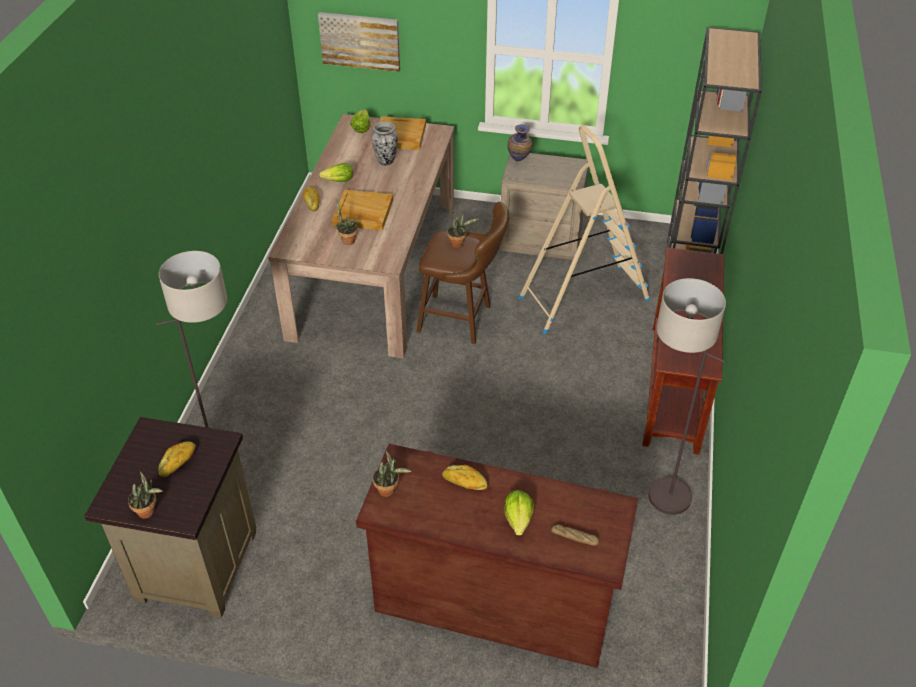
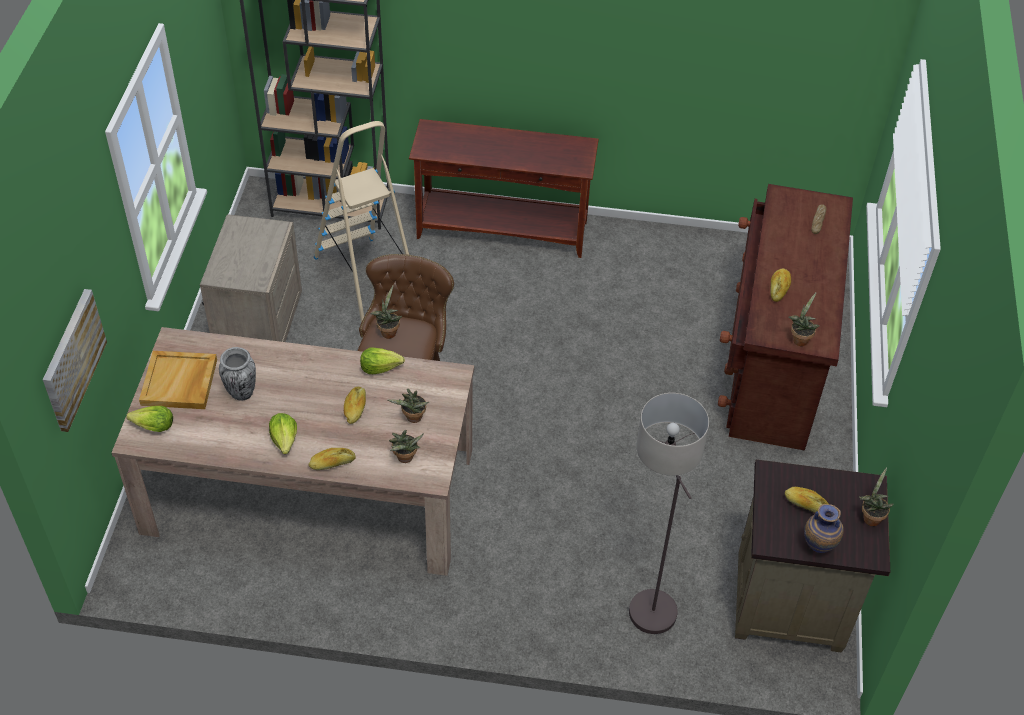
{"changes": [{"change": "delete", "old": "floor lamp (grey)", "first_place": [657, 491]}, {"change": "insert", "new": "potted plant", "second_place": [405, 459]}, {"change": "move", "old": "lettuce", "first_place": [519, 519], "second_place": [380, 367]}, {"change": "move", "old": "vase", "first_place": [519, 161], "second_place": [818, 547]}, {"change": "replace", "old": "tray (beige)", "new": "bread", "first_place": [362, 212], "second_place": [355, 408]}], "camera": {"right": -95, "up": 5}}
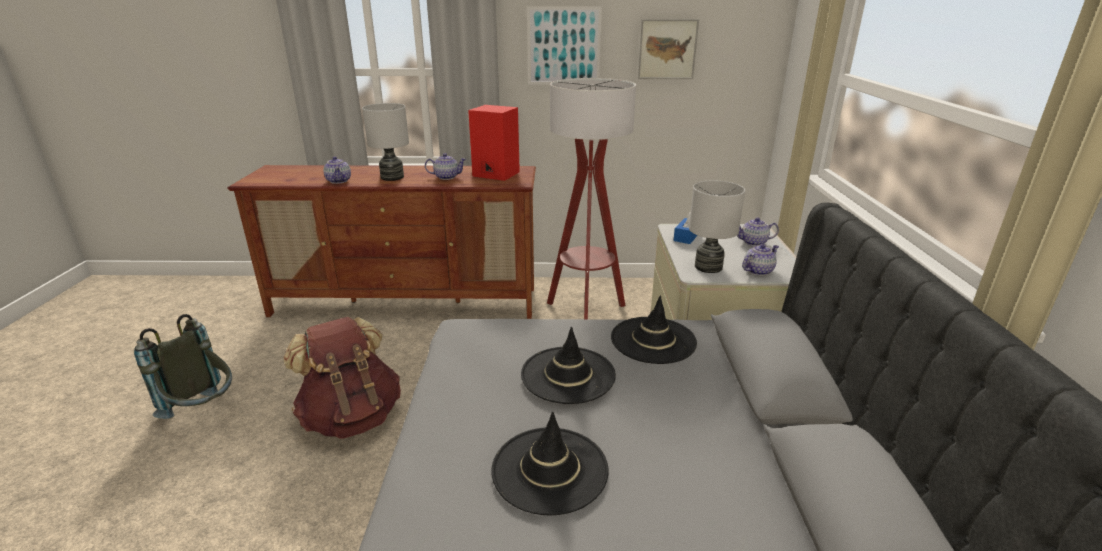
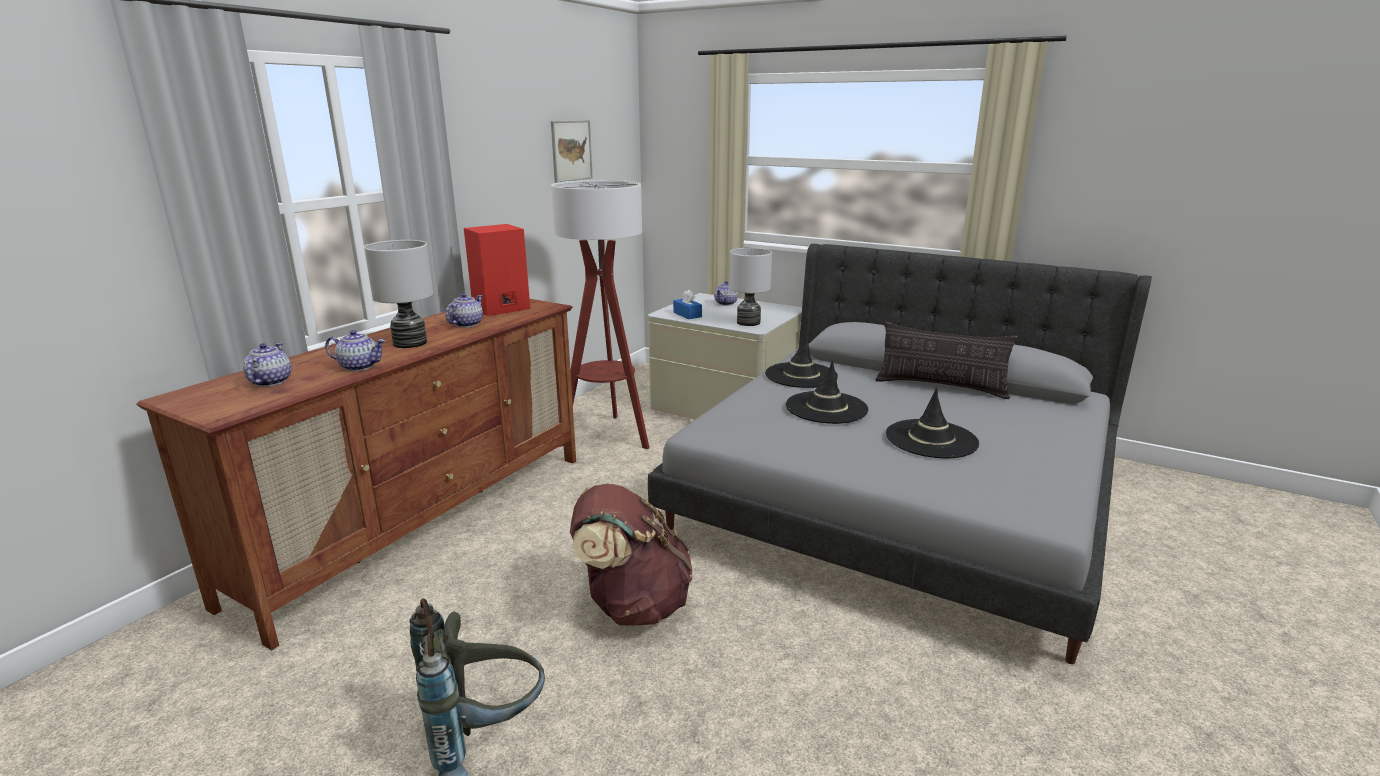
{"changes": [{"change": "delete", "old": "picture", "first_place": [563, 46]}, {"change": "insert", "new": "pillow", "second_place": [941, 387]}, {"change": "move", "old": "teapot", "first_place": [757, 271], "second_place": [270, 382]}], "camera": {"right": -60, "up": -5}}
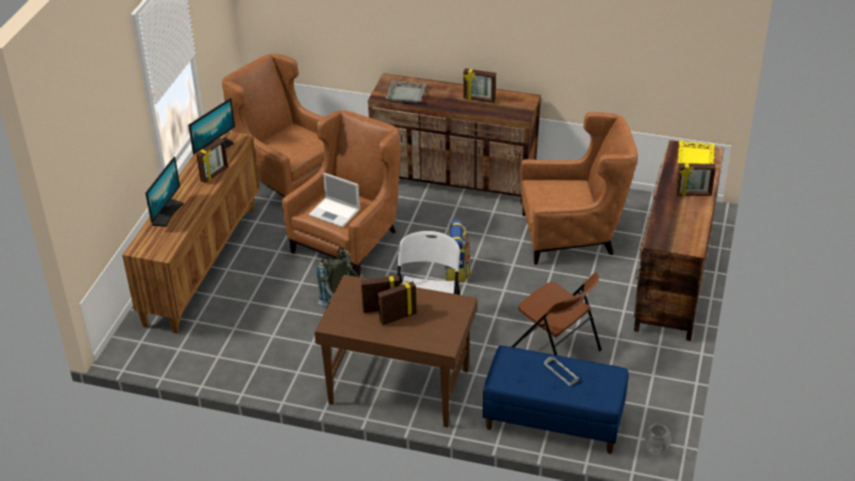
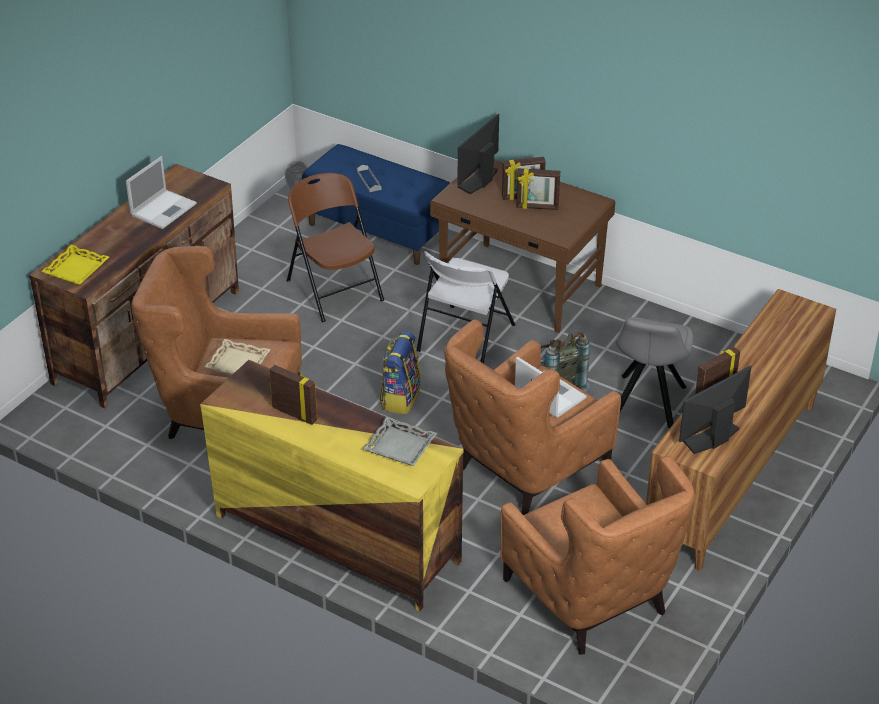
{"changes": [{"change": "delete", "old": "picture frame", "first_place": [693, 194]}, {"change": "insert", "new": "laptop", "second_place": [164, 209]}, {"change": "insert", "new": "tray (beige)", "second_place": [238, 363]}, {"change": "insert", "new": "chair (grey)", "second_place": [648, 402]}, {"change": "move", "old": "monitor", "first_place": [166, 213], "second_place": [479, 180]}, {"change": "recolor", "old": "cabinet (brown)", "new": "cabinet (yellow)", "first_place": [454, 179], "second_place": [336, 536]}], "camera": {"right": -165, "up": 0}}
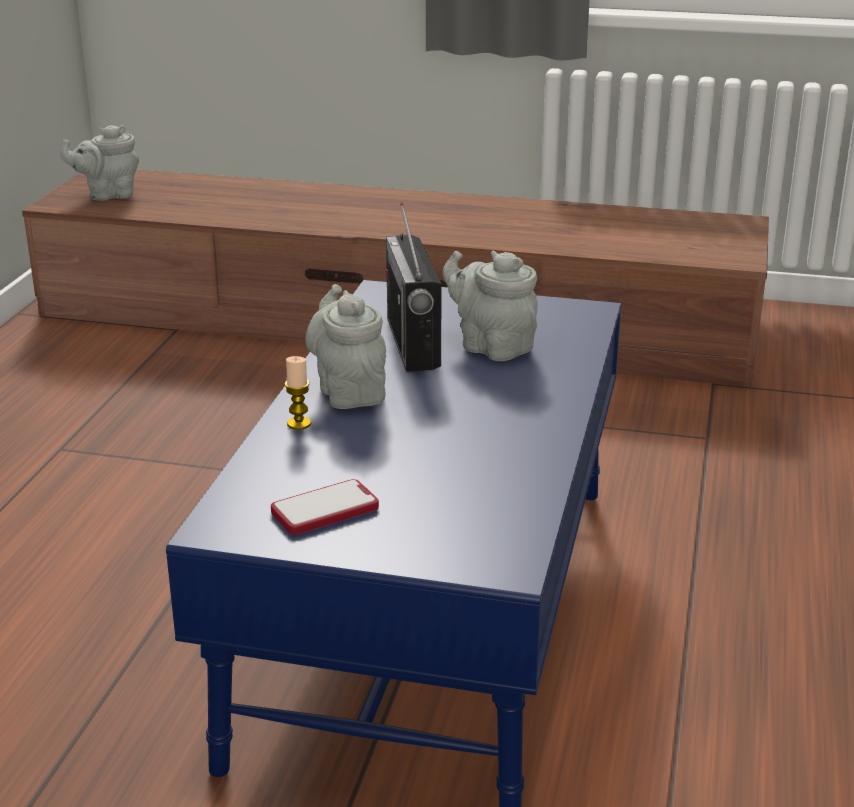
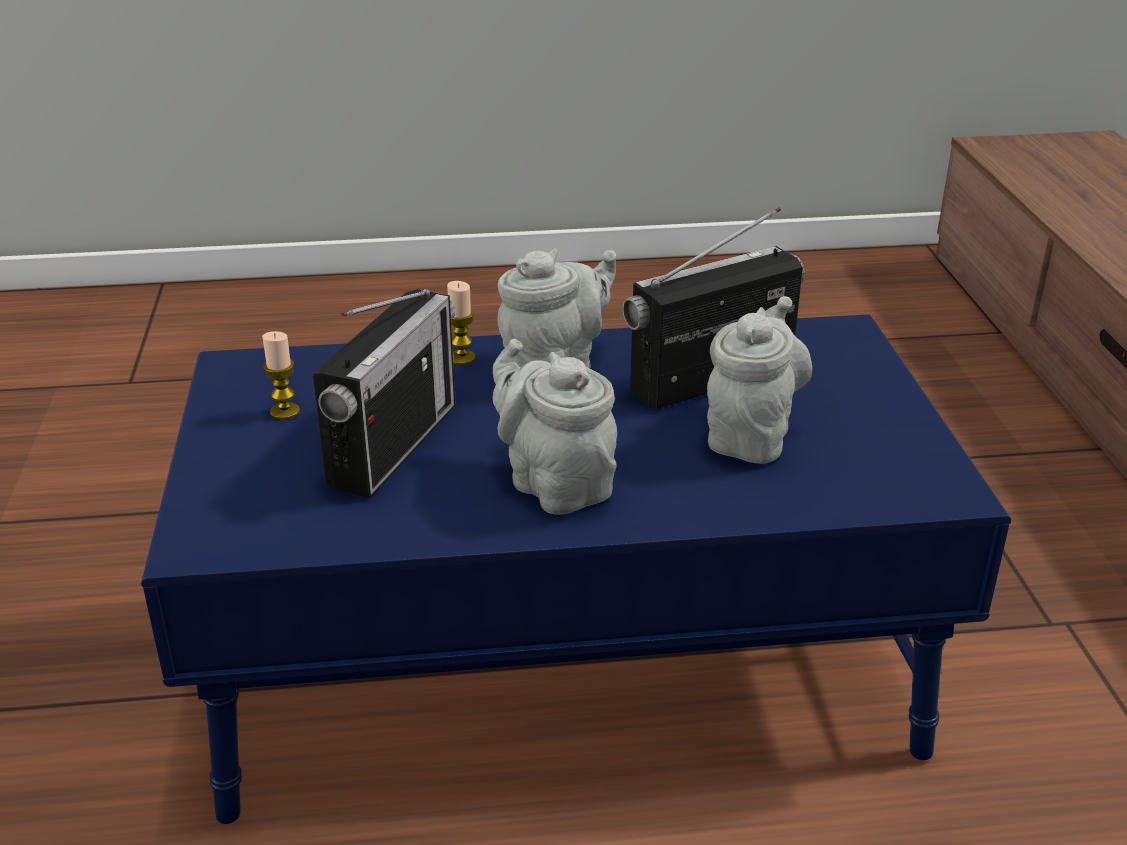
{"changes": [{"change": "insert", "new": "radio", "second_place": [394, 445]}, {"change": "move", "old": "teapot (grey)", "first_place": [108, 195], "second_place": [555, 483]}, {"change": "replace", "old": "phone", "new": "candle", "first_place": [325, 510], "second_place": [285, 412]}], "camera": {"right": 70, "up": 5}}
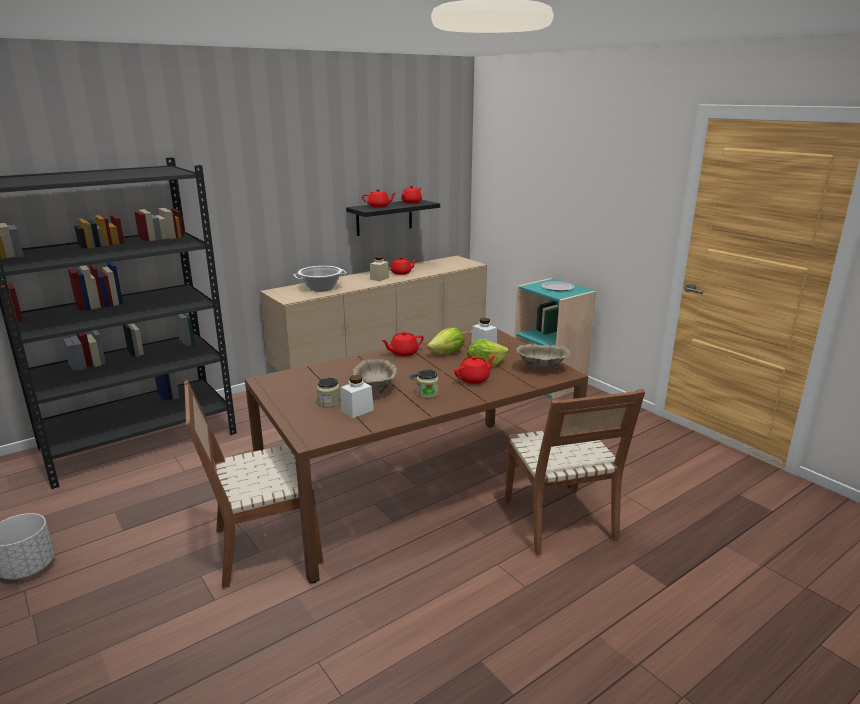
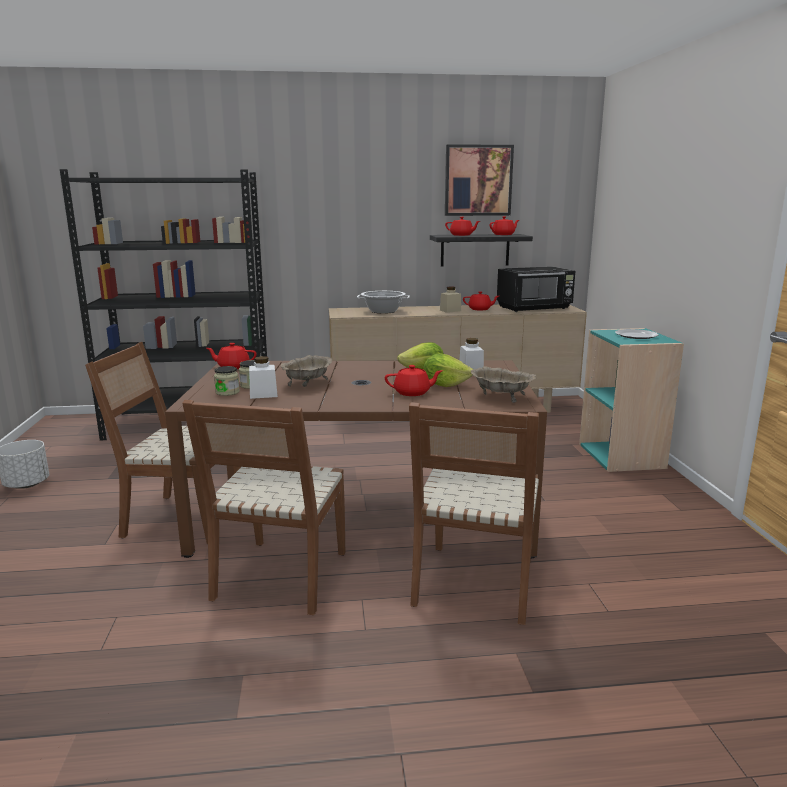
{"changes": [{"change": "insert", "new": "chair", "second_place": [279, 580]}, {"change": "insert", "new": "picture", "second_place": [478, 180]}, {"change": "insert", "new": "microwave (black)", "second_place": [535, 308]}, {"change": "move", "old": "teapot (red)", "first_place": [403, 353], "second_place": [233, 367]}, {"change": "move", "old": "jar", "first_place": [427, 394], "second_place": [227, 392]}], "camera": {"right": 30, "up": -5}}
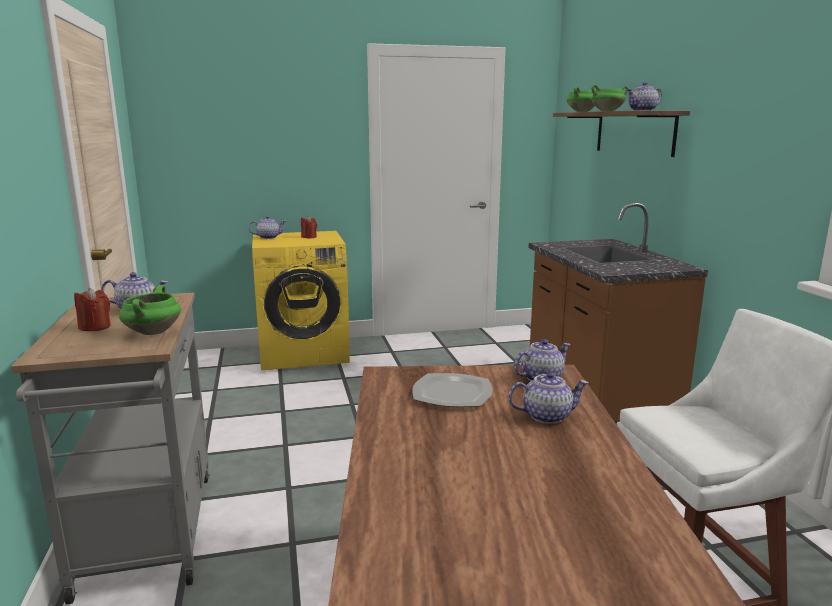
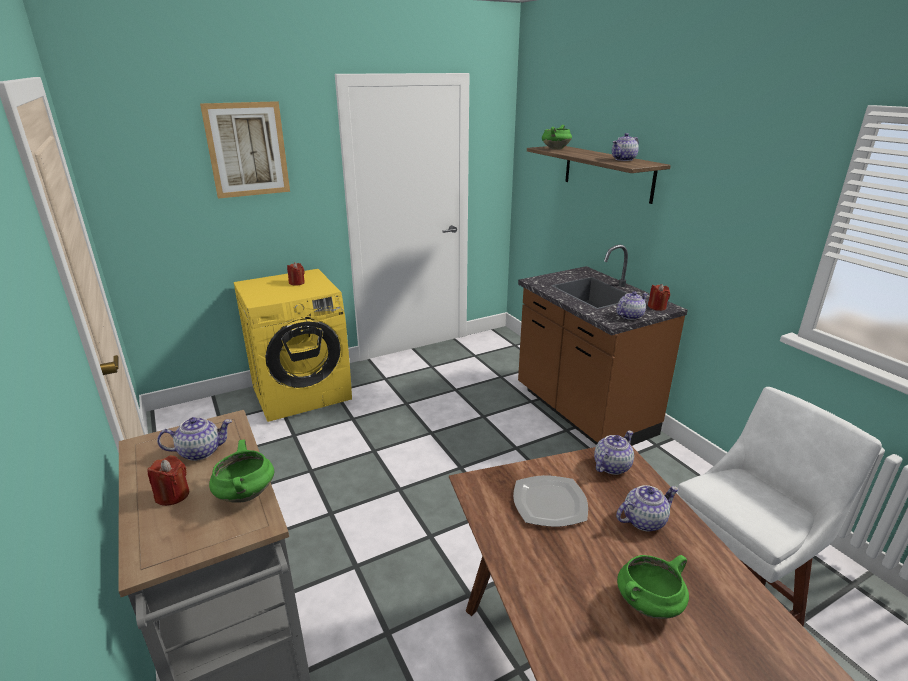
{"changes": [{"change": "insert", "new": "picture", "second_place": [247, 150]}, {"change": "insert", "new": "candle (red)", "second_place": [657, 307]}, {"change": "move", "old": "teapot", "first_place": [268, 237], "second_place": [630, 316]}, {"change": "move", "old": "cooking pot (green)", "first_place": [607, 111], "second_place": [648, 603]}], "camera": {"right": -15, "up": 10}}
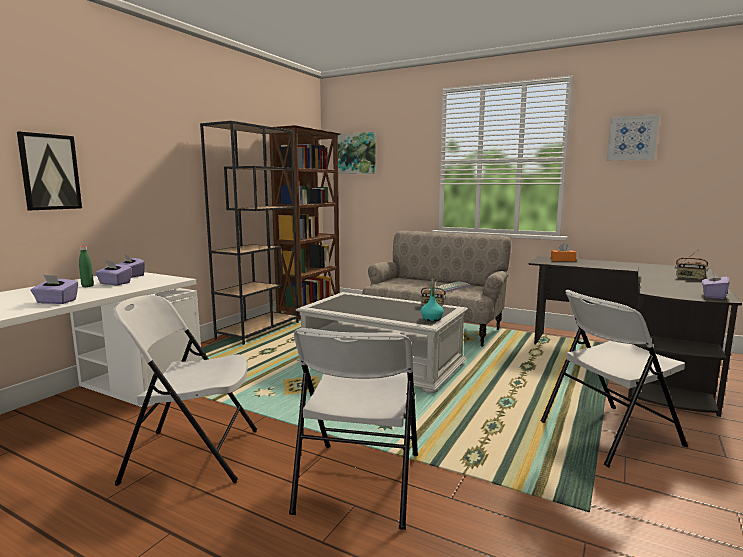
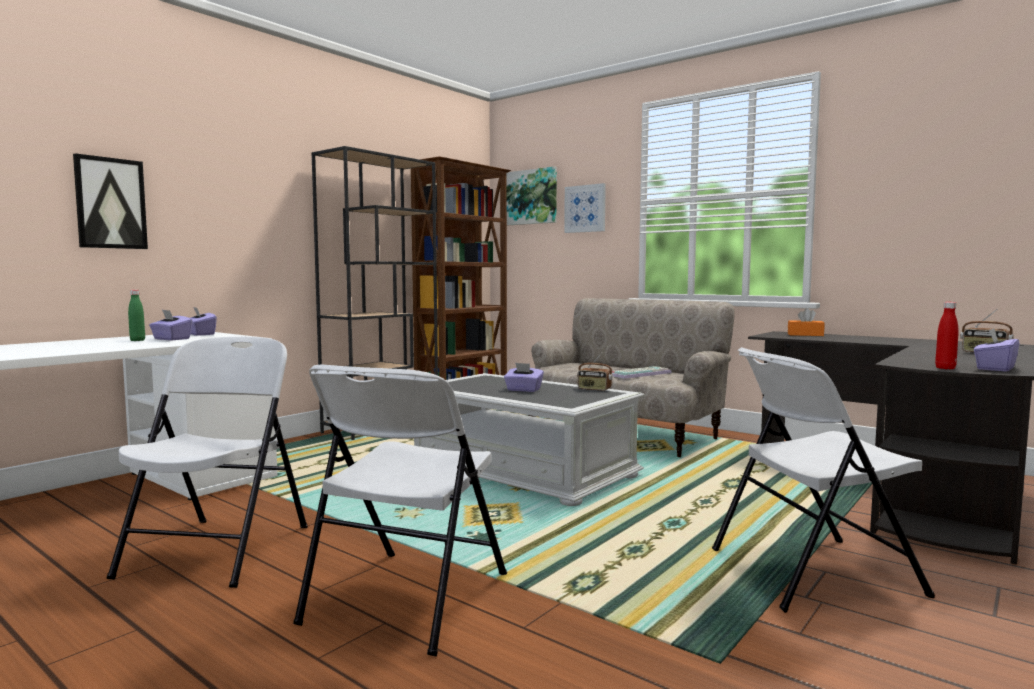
{"changes": [{"change": "delete", "old": "bottle (turquoise)", "first_place": [431, 319]}, {"change": "insert", "new": "bottle (red)", "second_place": [945, 368]}, {"change": "move", "old": "tissue box (purple)", "first_place": [56, 302], "second_place": [523, 390]}, {"change": "move", "old": "picture", "first_place": [632, 138], "second_place": [585, 208]}, {"change": "rotate", "old": "chair (white)", "first_place": [193, 454], "second_place": [217, 551], "degrees": 90}], "camera": {"right": 10, "up": -5}}
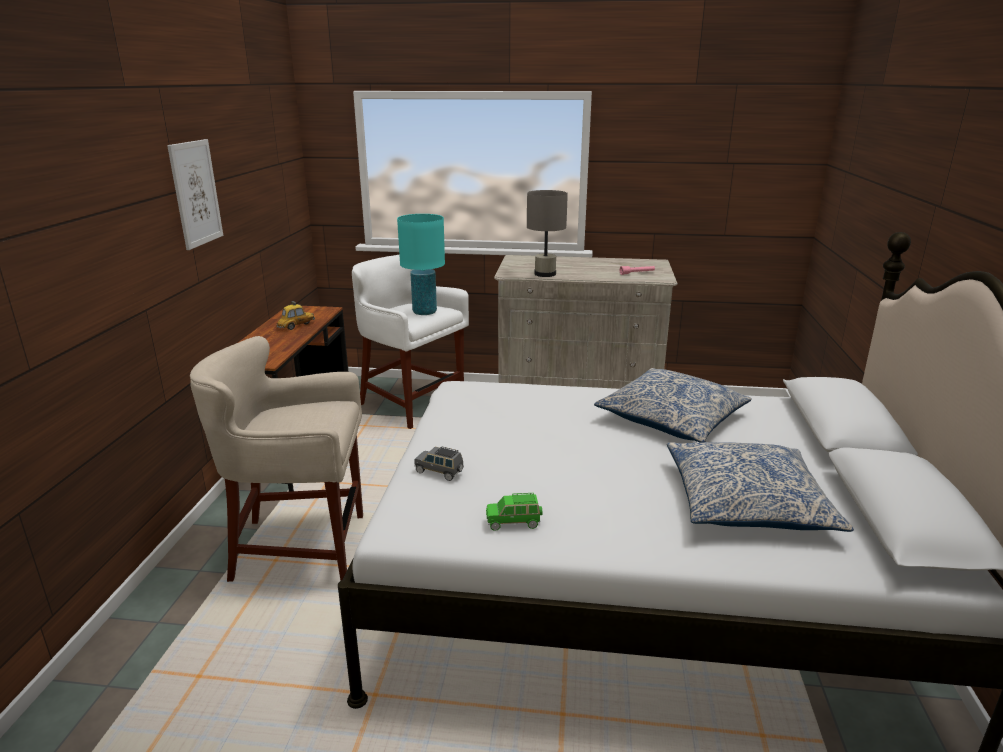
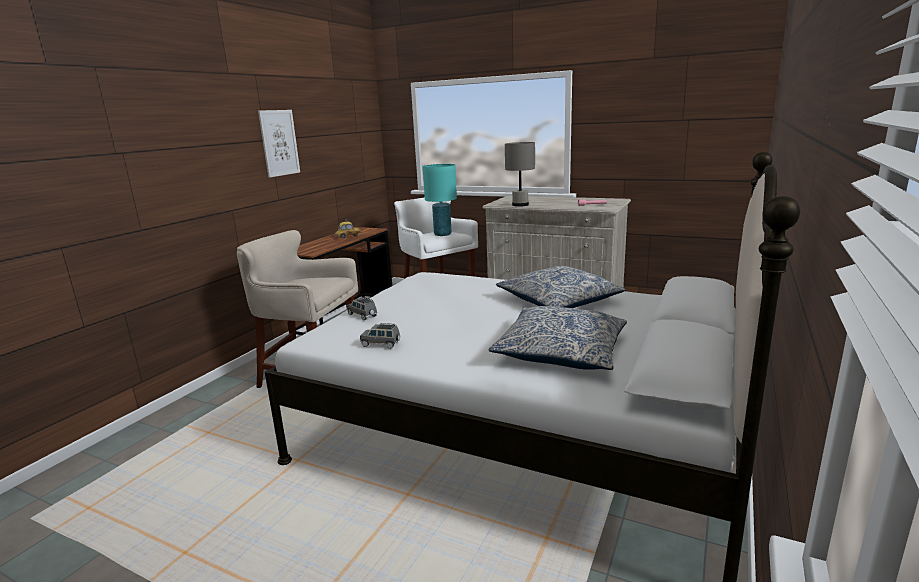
{"changes": [{"change": "recolor", "old": "toy car (green)", "new": "toy car (grey)", "first_place": [514, 522], "second_place": [381, 344]}], "camera": {"right": 20, "up": -5}}
